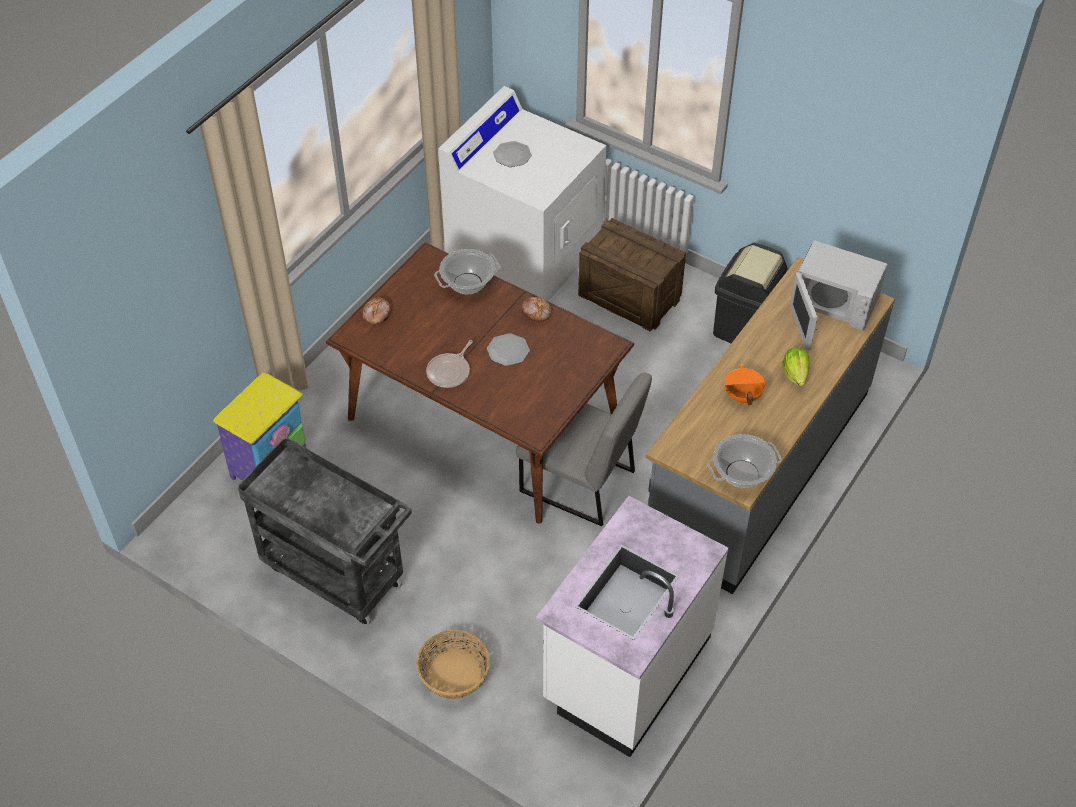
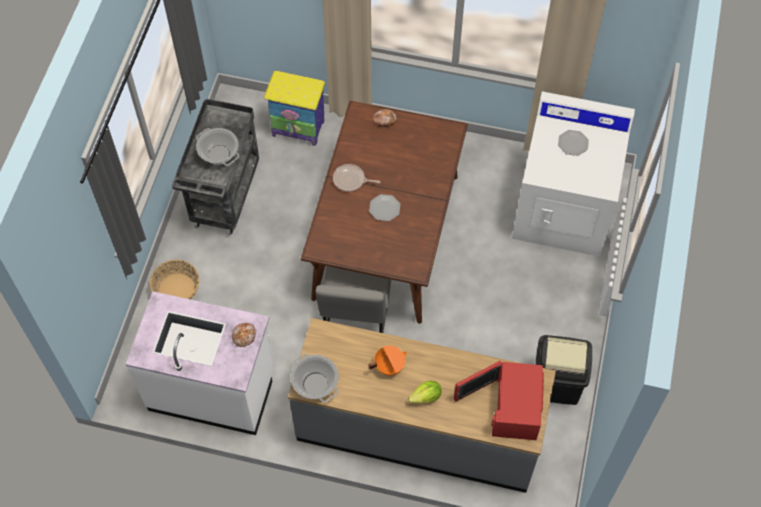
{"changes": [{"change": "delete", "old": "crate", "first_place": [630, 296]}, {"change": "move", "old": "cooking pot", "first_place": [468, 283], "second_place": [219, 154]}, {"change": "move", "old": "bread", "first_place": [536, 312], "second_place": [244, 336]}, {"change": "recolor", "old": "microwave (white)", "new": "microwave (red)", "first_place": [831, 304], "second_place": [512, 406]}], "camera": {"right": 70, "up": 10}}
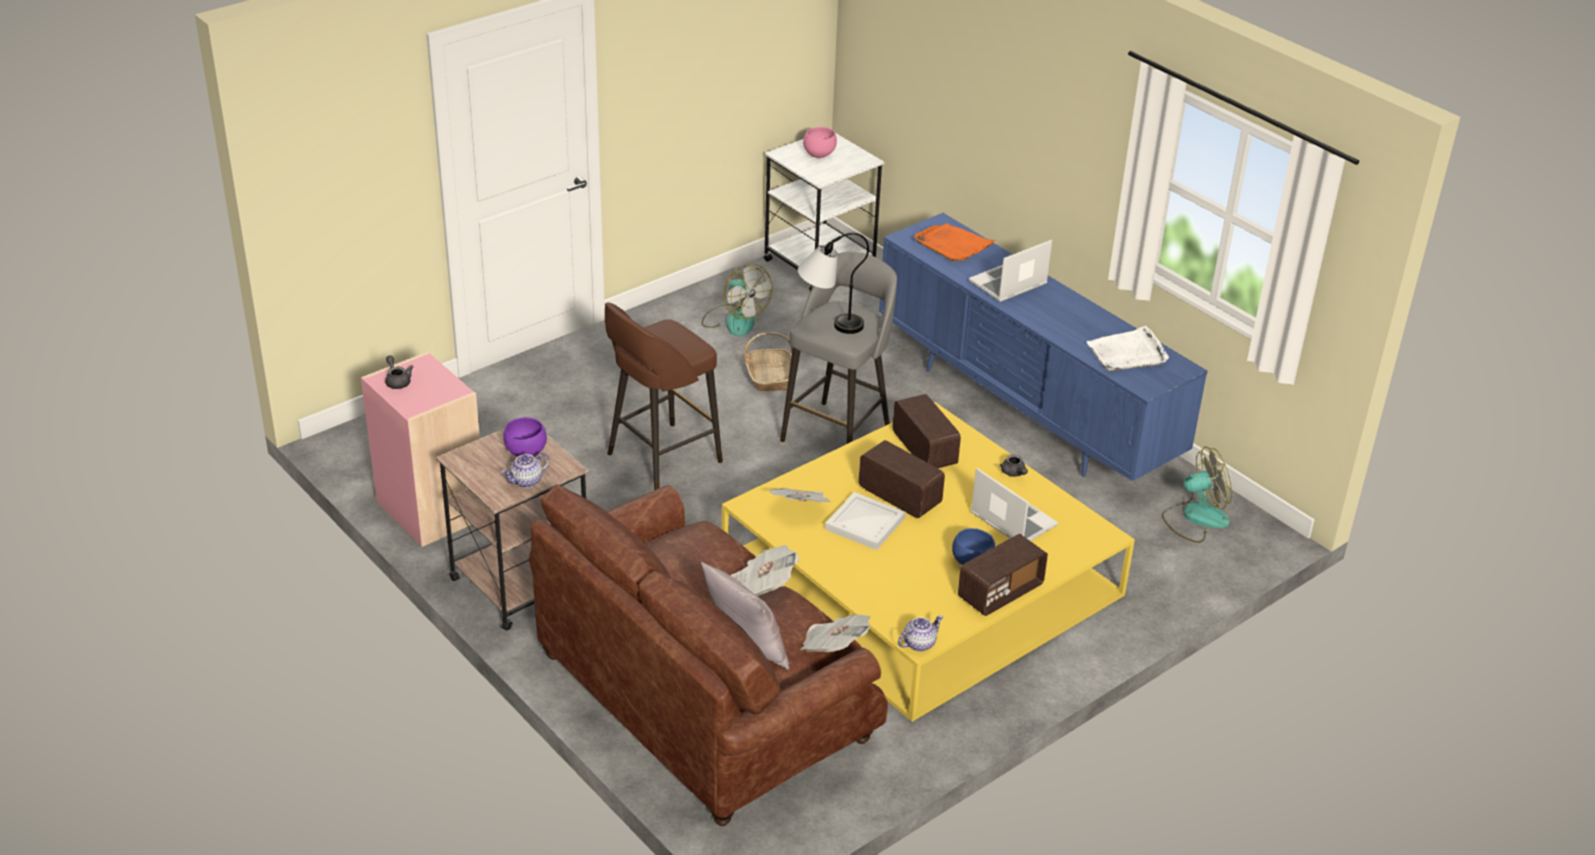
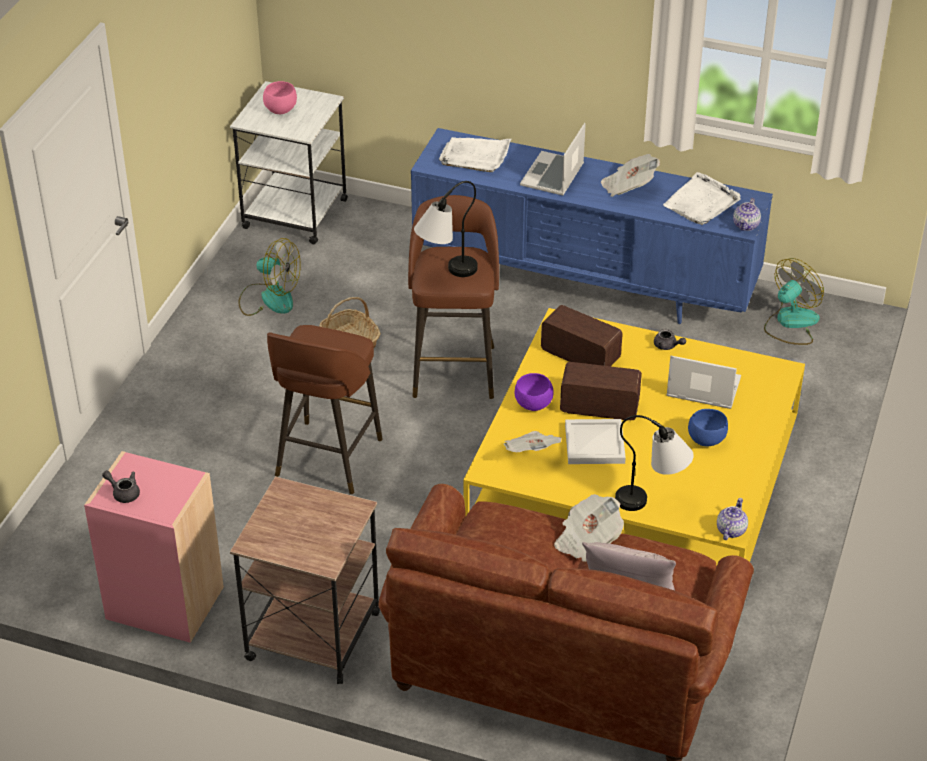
{"changes": [{"change": "delete", "old": "radio", "first_place": [1000, 592]}, {"change": "insert", "new": "table lamp", "second_place": [653, 502]}, {"change": "move", "old": "teapot", "first_place": [526, 481], "second_place": [746, 225]}, {"change": "move", "old": "bowl (purple)", "first_place": [526, 453], "second_place": [534, 405]}, {"change": "move", "old": "newspaper", "first_place": [833, 647], "second_place": [628, 187]}, {"change": "recolor", "old": "stool (grey)", "new": "stool (brown)", "first_place": [838, 433], "second_place": [454, 369]}, {"change": "recolor", "old": "tray (orange)", "new": "tray (white)", "first_place": [953, 245], "second_place": [475, 156]}], "camera": {"right": -30, "up": 5}}
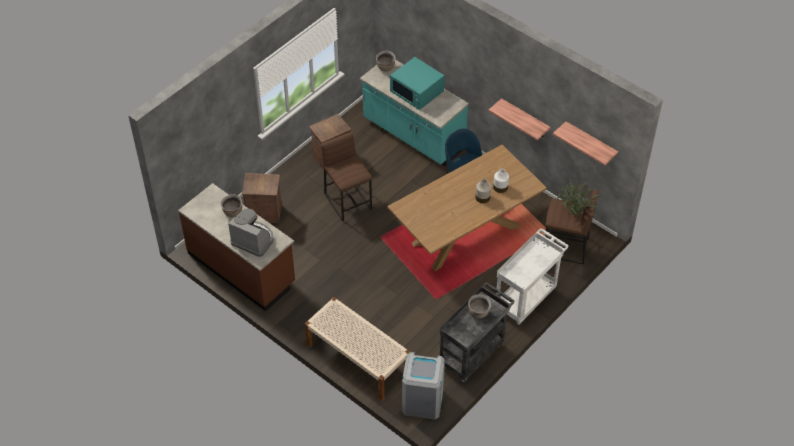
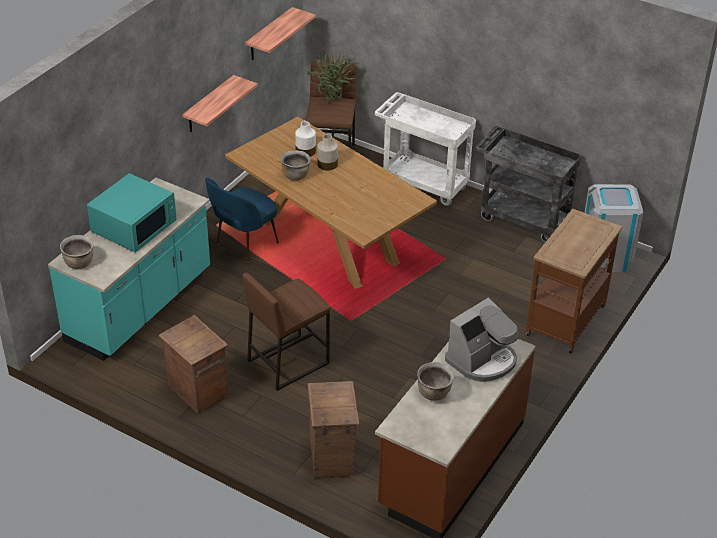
{"changes": [{"change": "move", "old": "cooking pot (brown)", "first_place": [478, 313], "second_place": [295, 176]}, {"change": "replace", "old": "bench (beige)", "new": "cart (brown)", "first_place": [357, 359], "second_place": [567, 319]}, {"change": "rotate", "old": "coffee machine", "first_place": [253, 240], "second_place": [482, 360], "degrees": -150}], "camera": {"right": -100, "up": -10}}
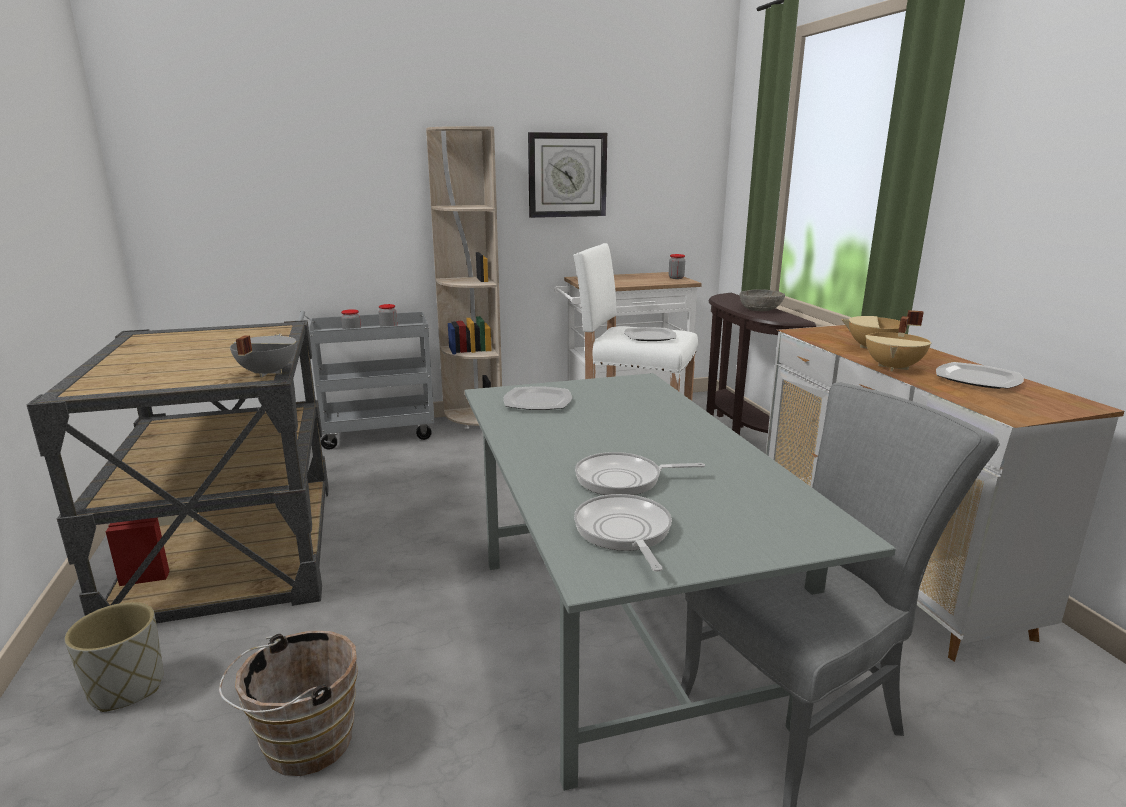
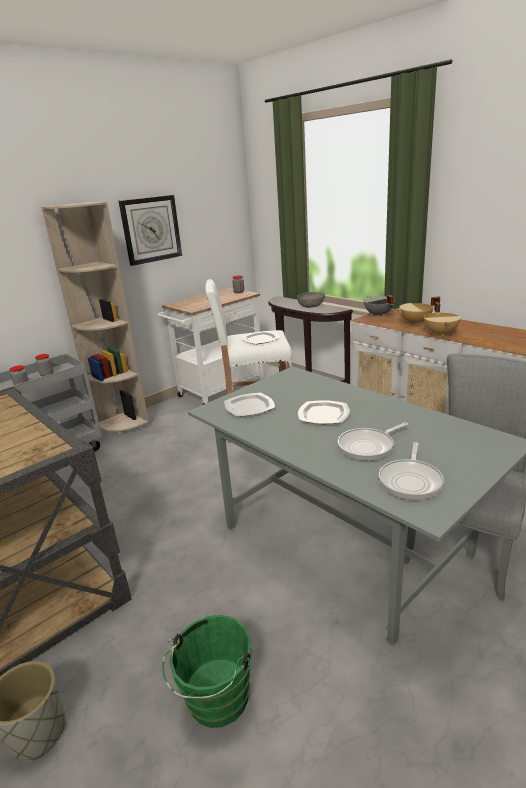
{"changes": [{"change": "move", "old": "cooking pot (grey)", "first_place": [266, 373], "second_place": [378, 315]}, {"change": "move", "old": "plate", "first_place": [977, 378], "second_place": [323, 414]}, {"change": "recolor", "old": "bucket (brown)", "new": "bucket (green)", "first_place": [301, 745], "second_place": [215, 702]}, {"change": "rotate", "old": "frying pan", "first_place": [624, 532], "second_place": [411, 480], "degrees": -120}], "camera": {"right": -25, "up": 5}}
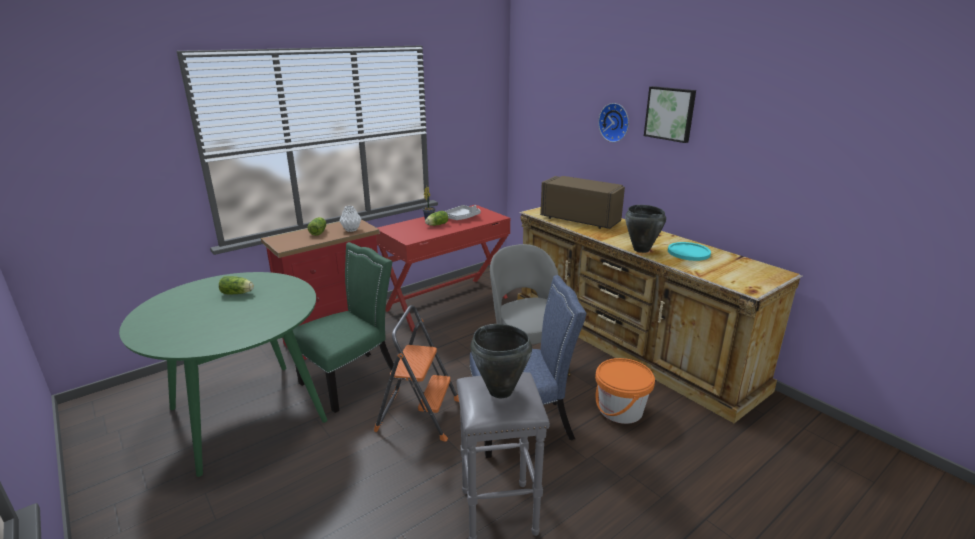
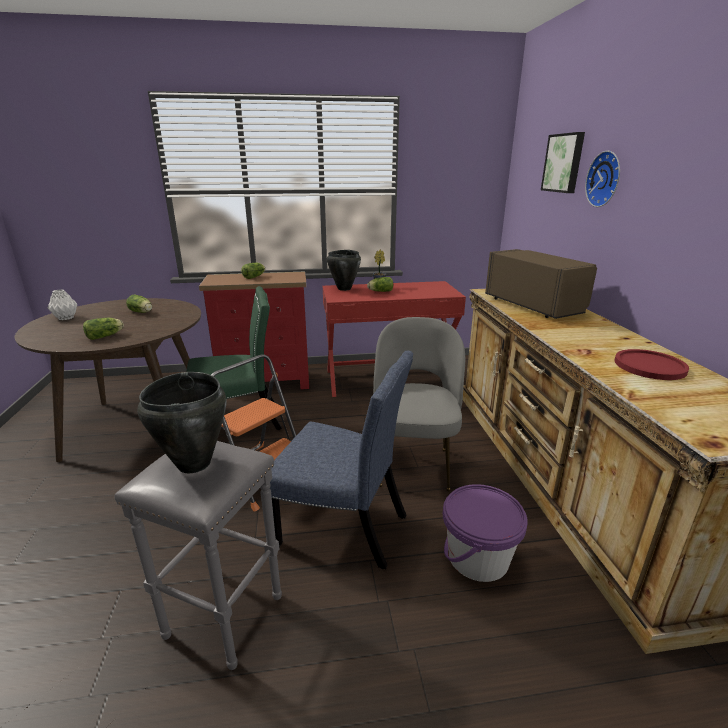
{"changes": [{"change": "delete", "old": "tray (grey)", "first_place": [461, 217]}, {"change": "insert", "new": "lettuce", "second_place": [106, 336]}, {"change": "move", "old": "vase (white)", "first_place": [351, 230], "second_place": [66, 318]}, {"change": "move", "old": "cooking pot (black)", "first_place": [641, 250], "second_place": [344, 289]}, {"change": "move", "old": "picture", "first_place": [670, 113], "second_place": [564, 163]}, {"change": "recolor", "old": "dining table (green)", "new": "dining table (brown)", "first_place": [247, 415], "second_place": [139, 425]}, {"change": "recolor", "old": "bucket (orange)", "new": "bucket (purple)", "first_place": [620, 409], "second_place": [478, 557]}, {"change": "recolor", "old": "plate (turquoise)", "new": "plate (red)", "first_place": [688, 252], "second_place": [649, 366]}], "camera": {"right": 30, "up": 0}}
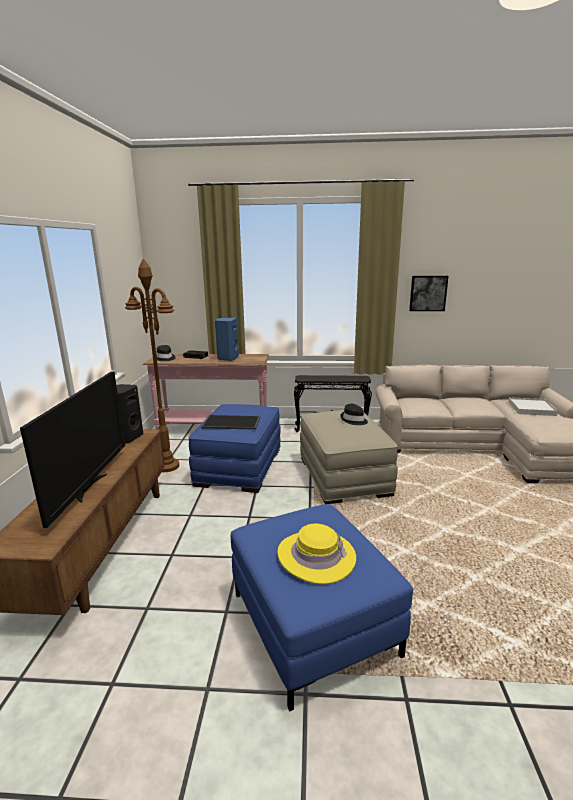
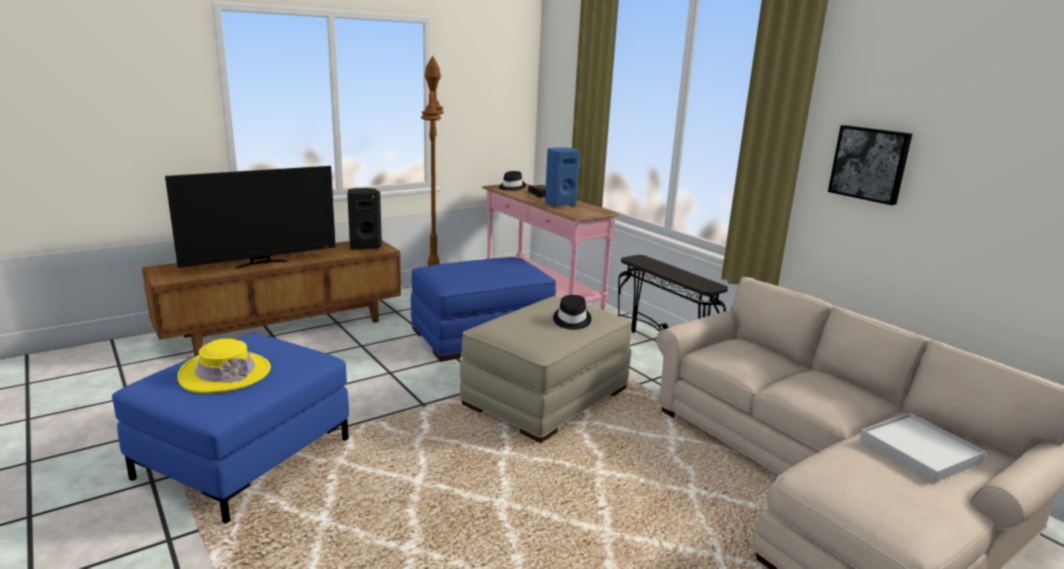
{"changes": [{"change": "delete", "old": "tray", "first_place": [232, 422]}], "camera": {"right": 50, "up": 0}}
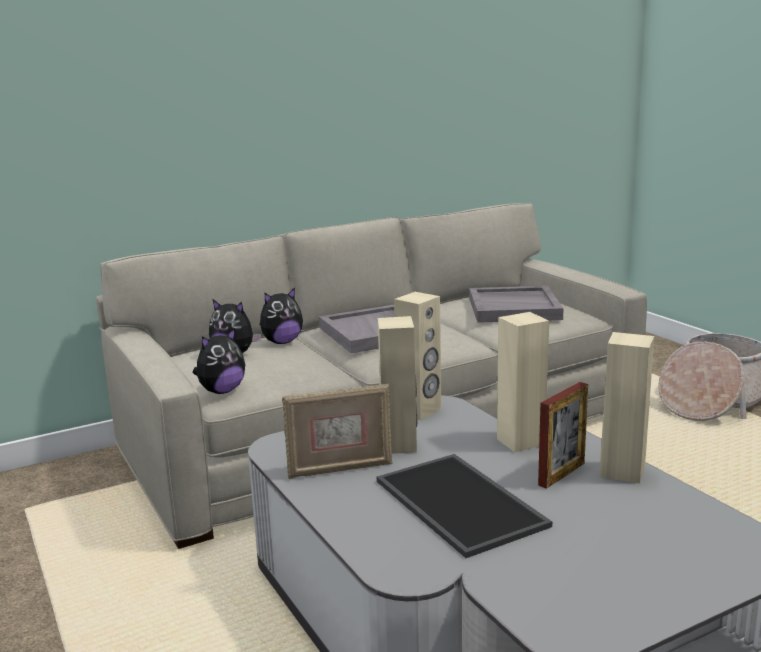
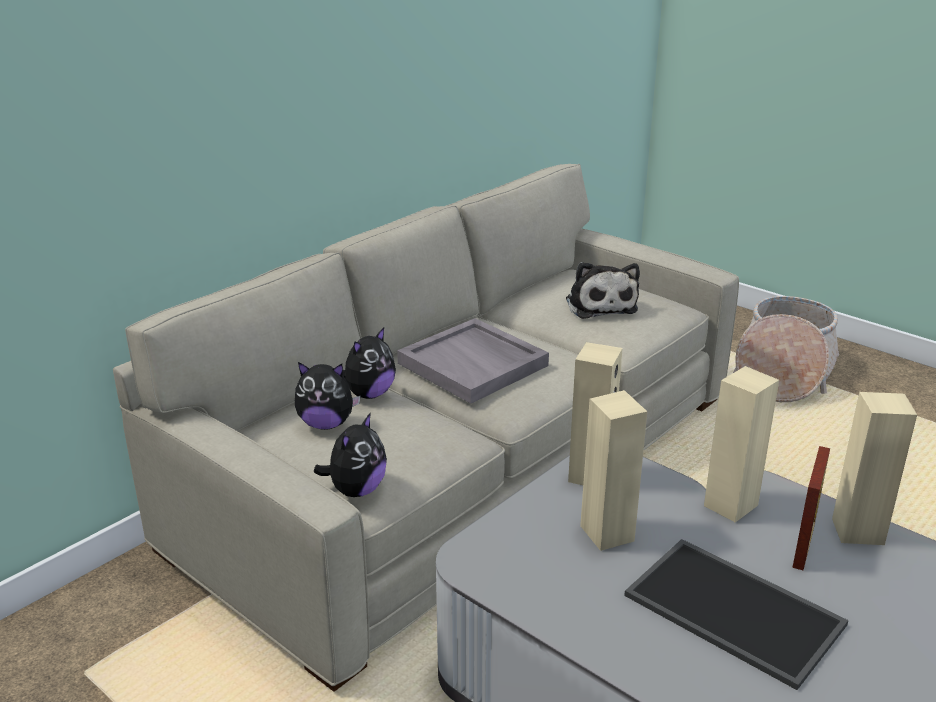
{"changes": [{"change": "delete", "old": "picture frame", "first_place": [340, 469]}, {"change": "replace", "old": "tray (grey)", "new": "plush toy", "first_place": [514, 308], "second_place": [600, 305]}], "camera": {"right": -20, "up": 10}}
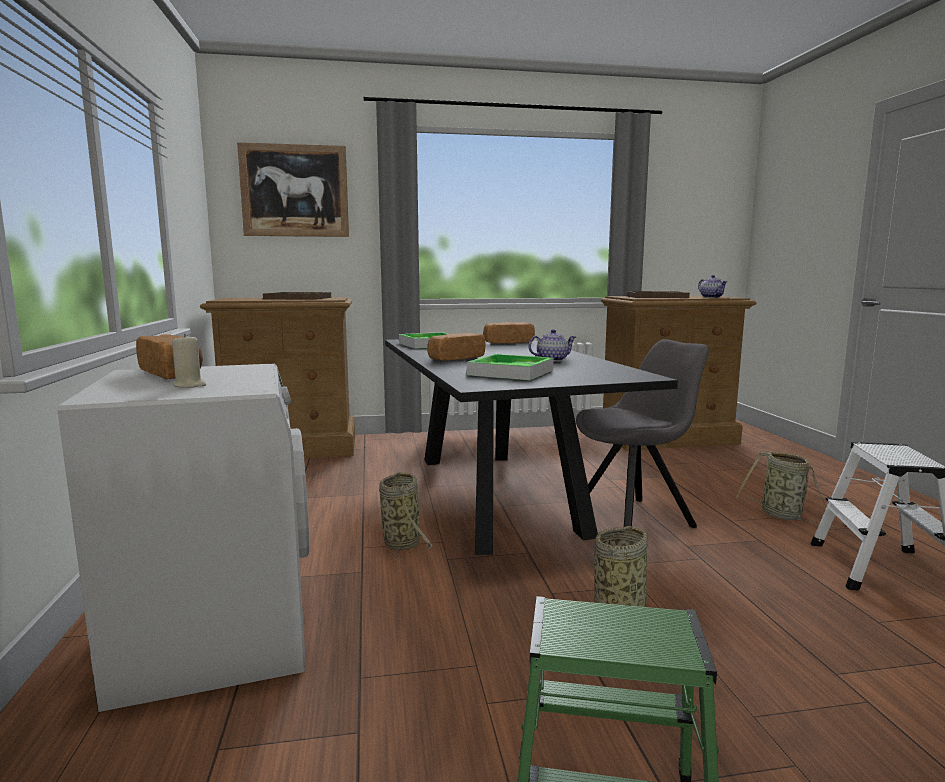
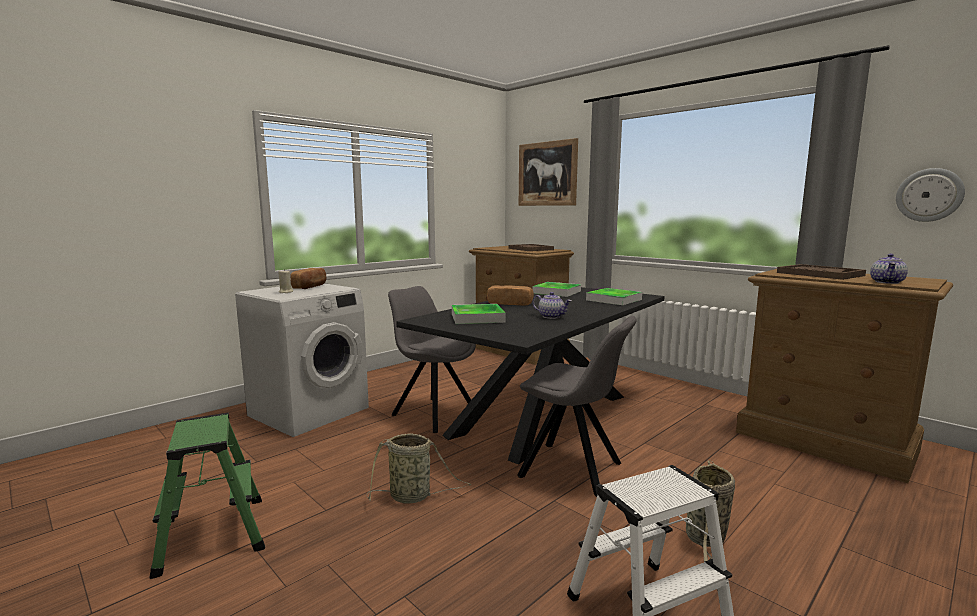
{"changes": [{"change": "insert", "new": "wall clock", "second_place": [929, 195]}, {"change": "replace", "old": "basket", "new": "chair (grey)", "first_place": [401, 542], "second_place": [434, 414]}, {"change": "replace", "old": "bread", "new": "tray", "first_place": [508, 342], "second_place": [614, 300]}], "camera": {"right": 55, "up": 0}}
